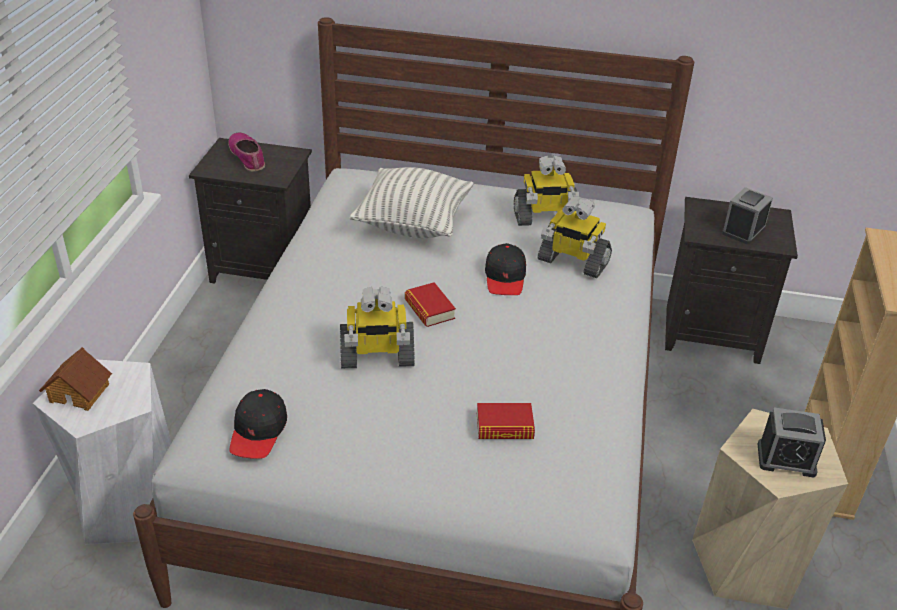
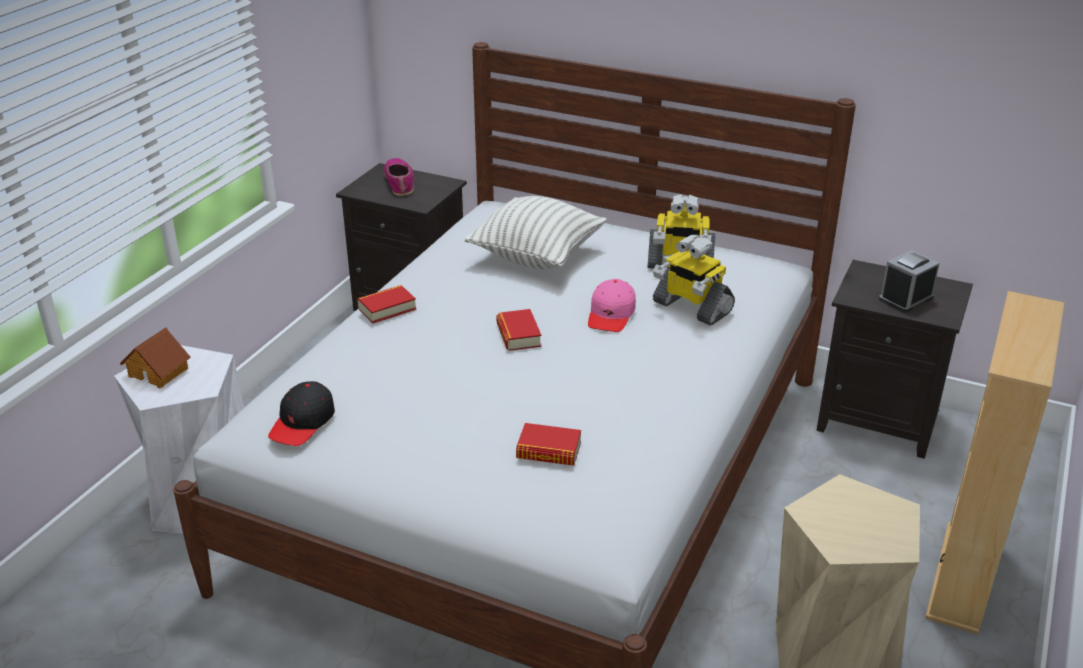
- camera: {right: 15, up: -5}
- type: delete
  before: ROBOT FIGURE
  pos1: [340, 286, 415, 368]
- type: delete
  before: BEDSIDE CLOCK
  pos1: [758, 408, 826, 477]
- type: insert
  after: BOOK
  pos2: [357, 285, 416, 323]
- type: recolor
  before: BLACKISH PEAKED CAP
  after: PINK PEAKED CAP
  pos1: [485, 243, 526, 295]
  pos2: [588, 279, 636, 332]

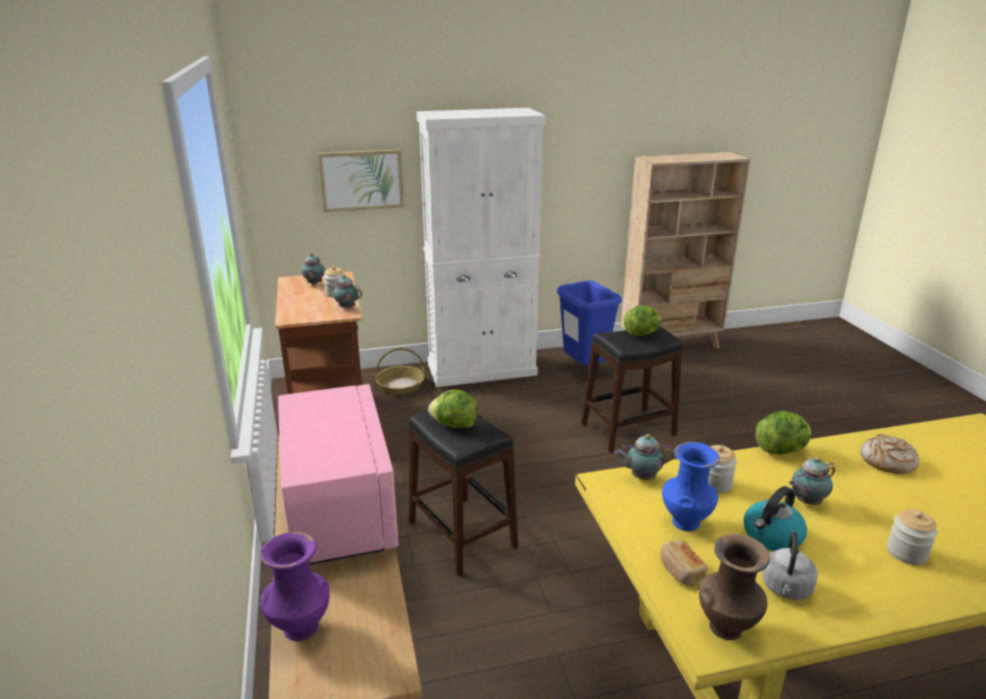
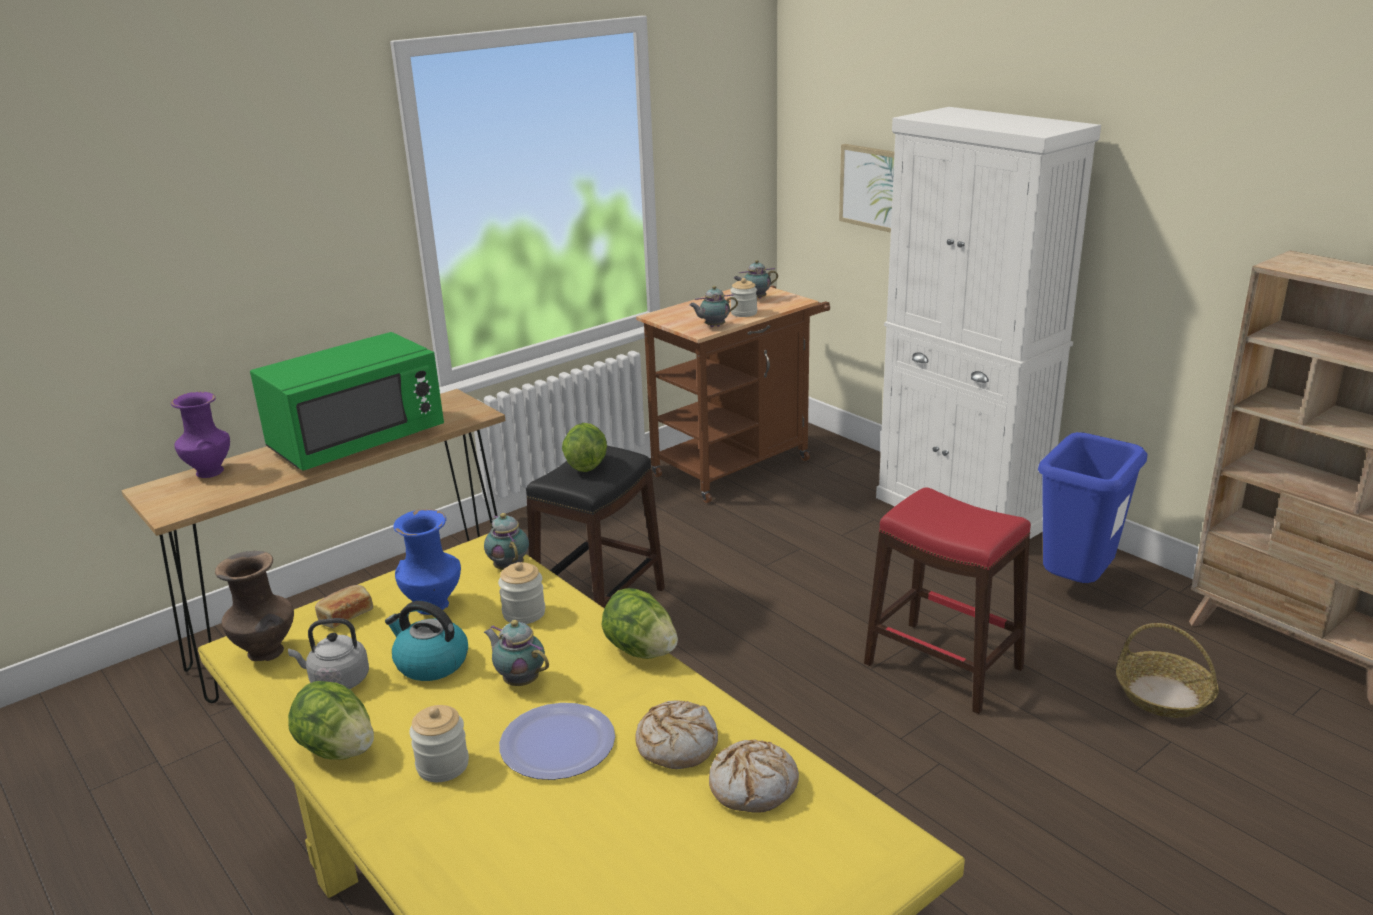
- camera: {right: 65, up: 0}
- type: insert
  after: PLATE
  pos2: [499, 703, 615, 780]
- type: insert
  after: BAKERY BREAD
  pos2: [709, 740, 799, 813]
- type: move
  before: BASKET
  pos1: [375, 348, 425, 395]
  pos2: [1116, 623, 1219, 718]
- type: move
  before: LETTUCE
  pos1: [624, 305, 661, 336]
  pos2: [288, 681, 374, 760]
- type: recolor
  before: PINK MICROWAVE OVEN
  after: GREEN-COLOURED MICROWAVE OVEN
  pos1: [278, 384, 399, 565]
  pos2: [250, 332, 444, 470]
- type: recolor
  before: BLACKISH STOOL SEAT
  after: REDDISH STOOL SEAT
  pos1: [581, 326, 683, 452]
  pos2: [864, 487, 1031, 714]
- type: rotate
  before: TEAPOT
  pos1: [327, 275, 362, 309]
  pos2: [689, 286, 738, 327]
  turn: -105

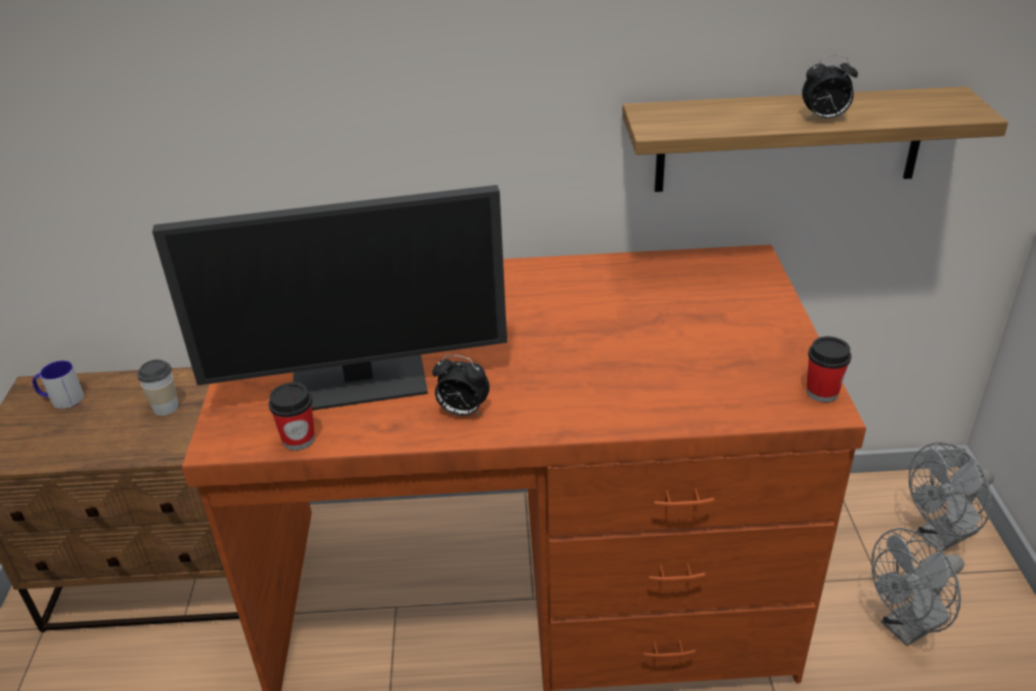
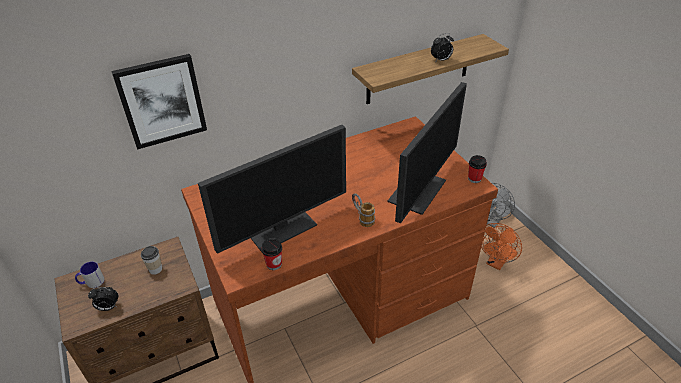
- camera: {right: -25, up: 5}
- type: insert
  after: WALL ART
  pos2: [111, 54, 207, 150]
- type: insert
  after: COFFEE MUG
  pos2: [352, 193, 375, 227]
- type: insert
  after: MONITOR
  pos2: [387, 82, 467, 224]
- type: move
  before: BEDSIDE CLOCK
  pos1: [432, 355, 490, 416]
  pos2: [88, 287, 118, 311]
- type: recolor
  before: GREY ELECTRIC FAN
  after: ORANGE ELECTRIC FAN
  pos1: [871, 528, 964, 646]
  pos2: [481, 223, 522, 270]

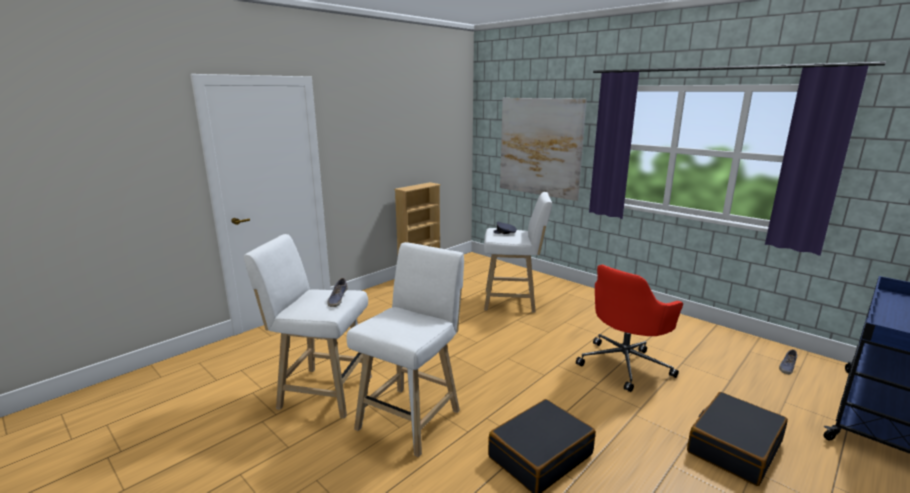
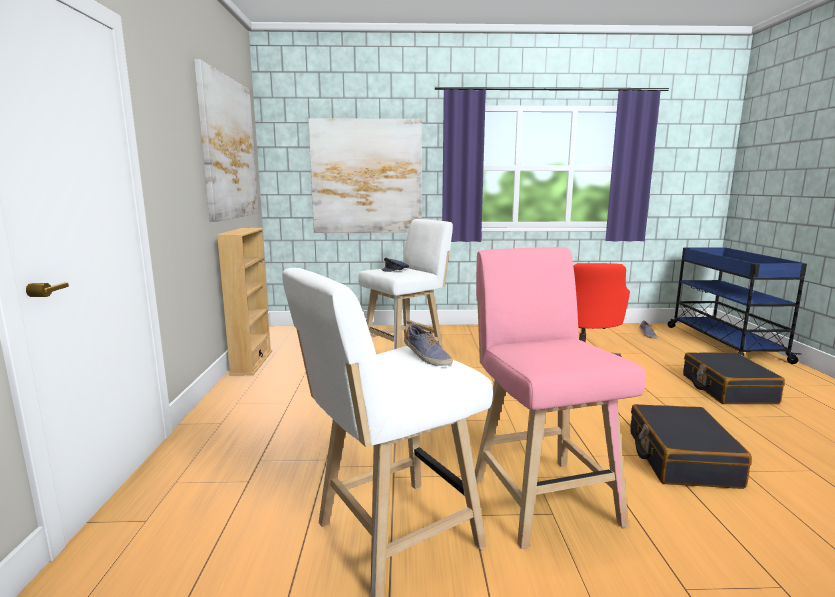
- camera: {right: -45, up: -5}
- type: insert
  after: WALL ART
  pos2: [194, 59, 259, 222]
- type: recolor
  before: WHITISH STOOL SEAT
  after: PINK STOOL SEAT
  pos1: [347, 242, 464, 457]
  pos2: [475, 247, 646, 549]

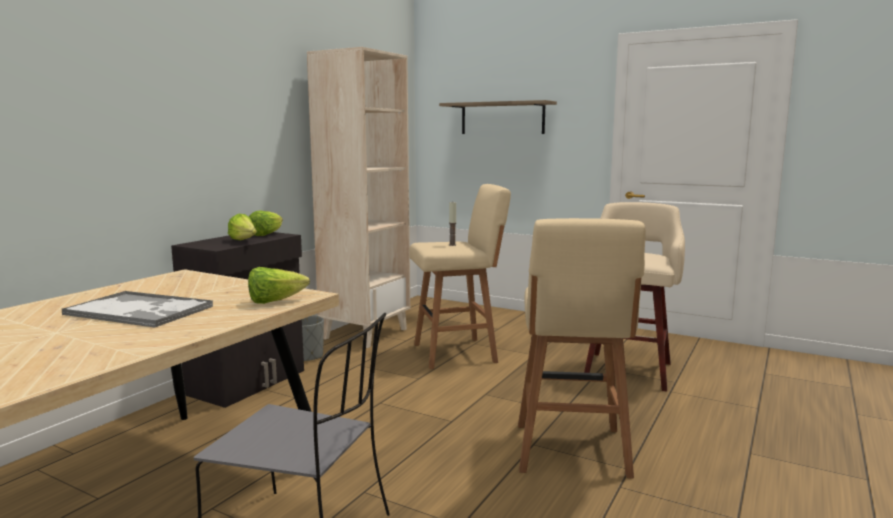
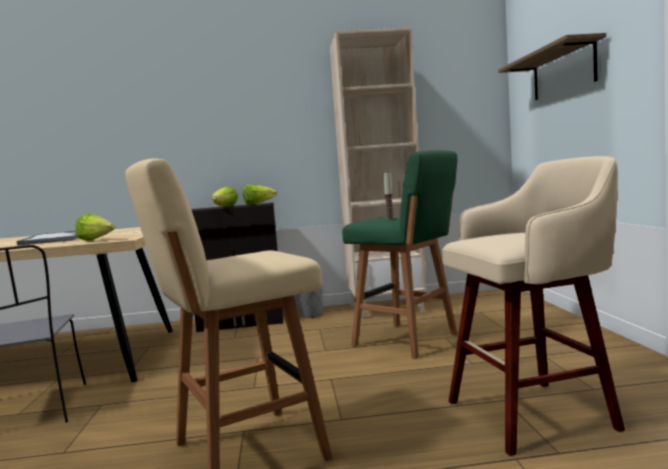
- camera: {right: 55, up: -5}
- type: recolor
  before: BEIGE STOOL SEAT
  after: GREEN-COLOURED STOOL SEAT
  pos1: [409, 184, 511, 369]
  pos2: [342, 150, 458, 359]

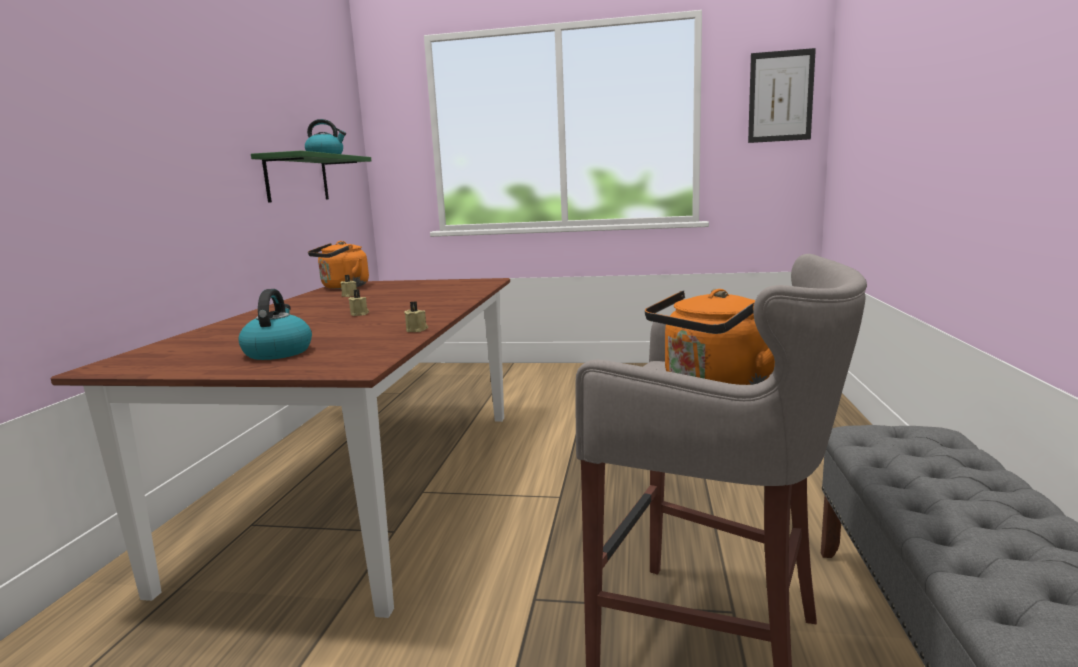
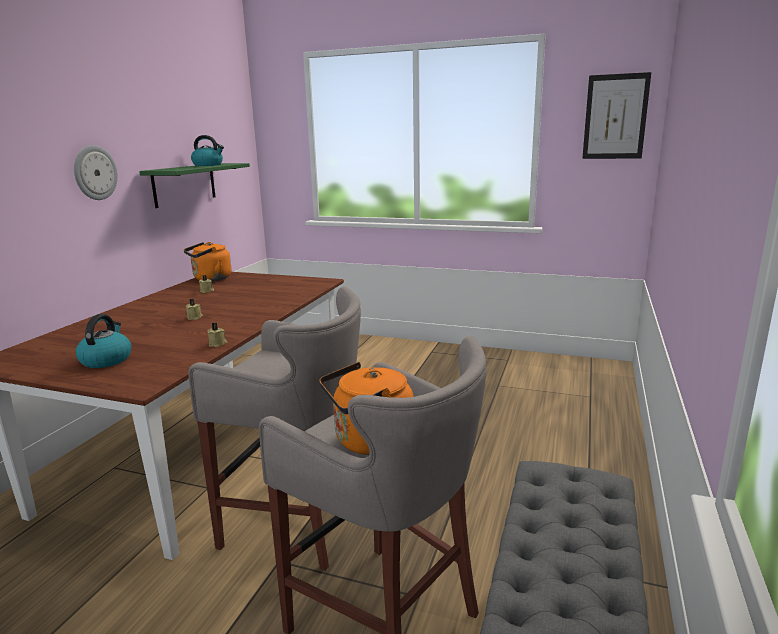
- camera: {right: 10, up: 5}
- type: insert
  after: HANGING CLOCK
  pos2: [74, 145, 118, 200]
- type: insert
  after: GREY STOOL SEAT
  pos2: [188, 286, 361, 571]

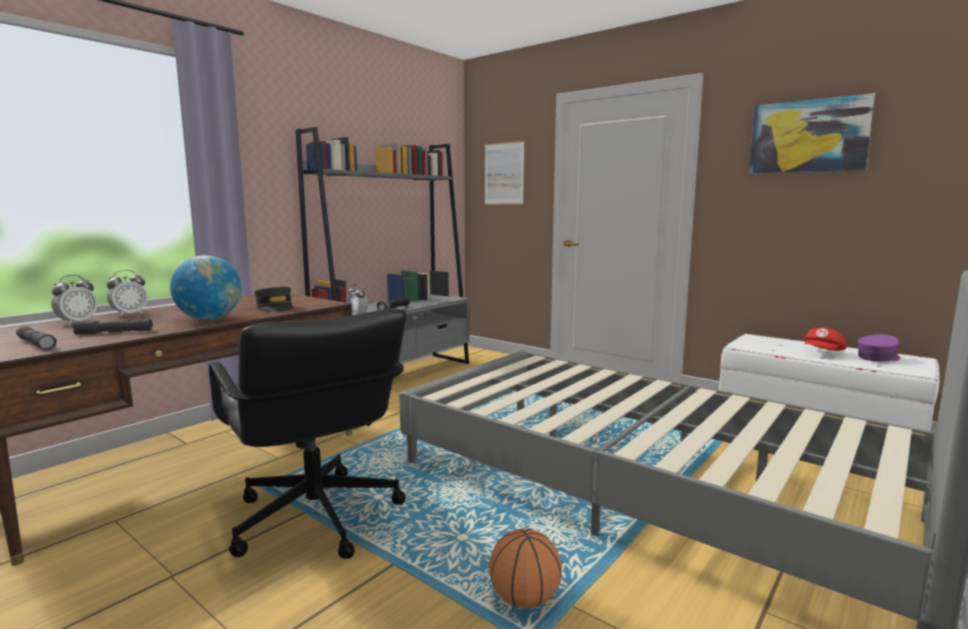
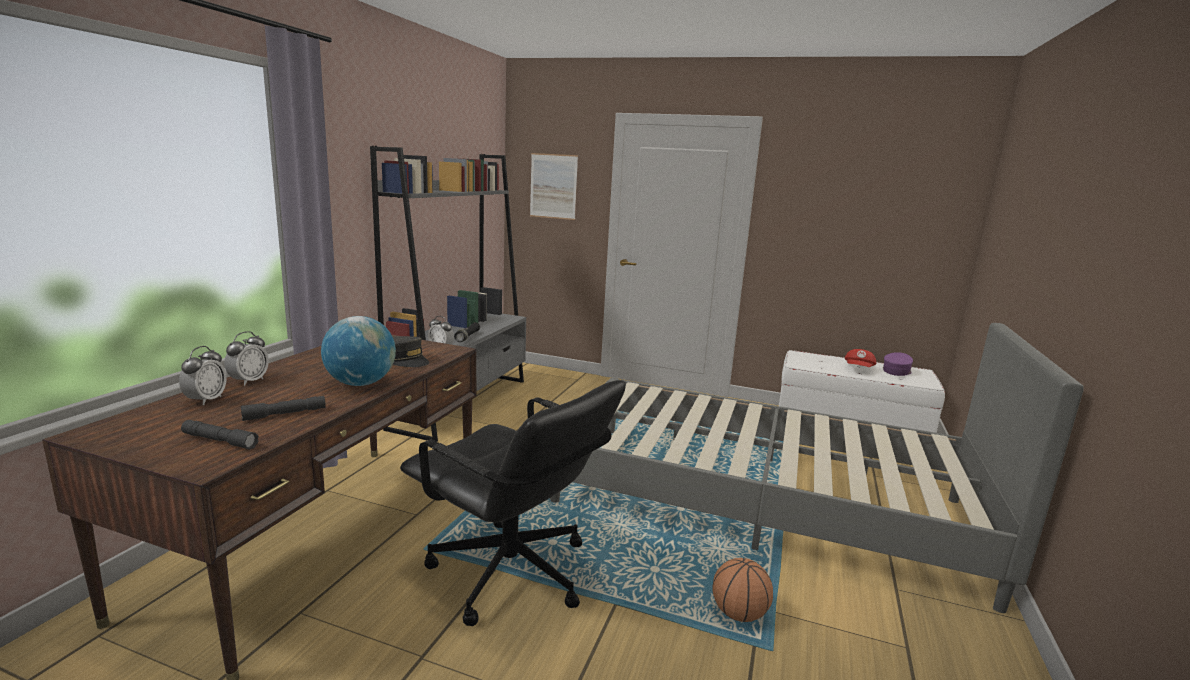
- camera: {right: -20, up: 5}
- type: delete
  before: WALL ART
  pos1: [749, 93, 876, 174]

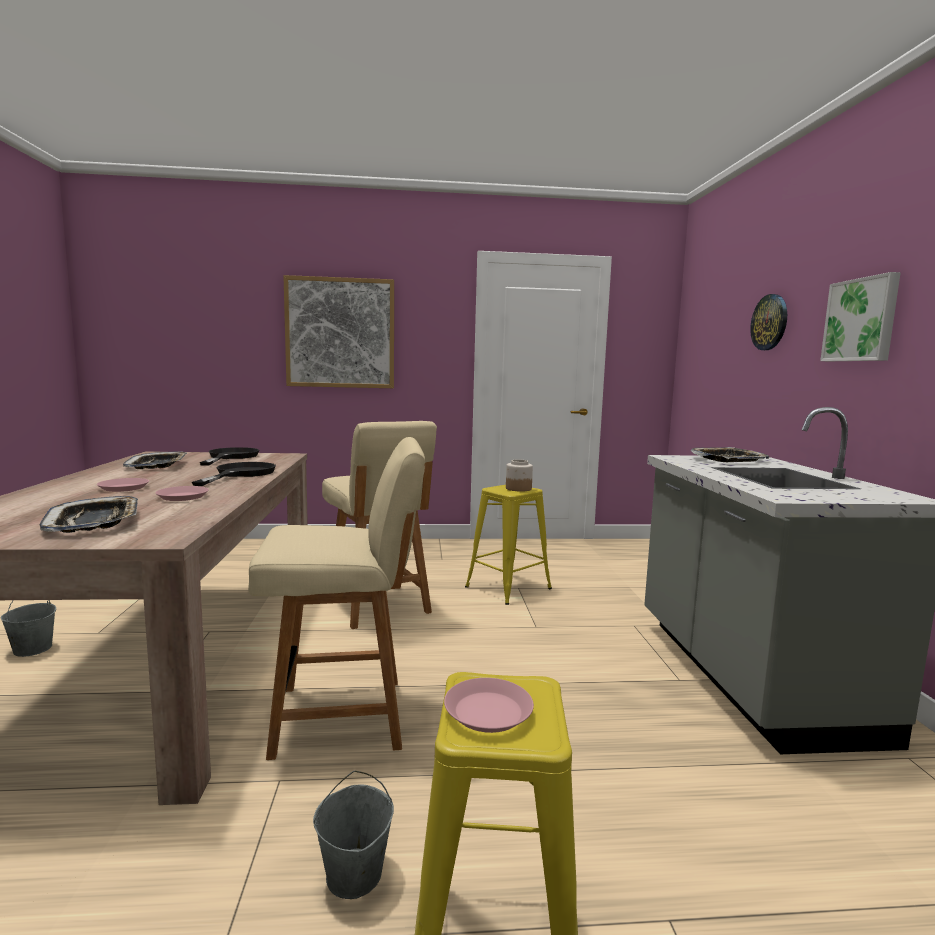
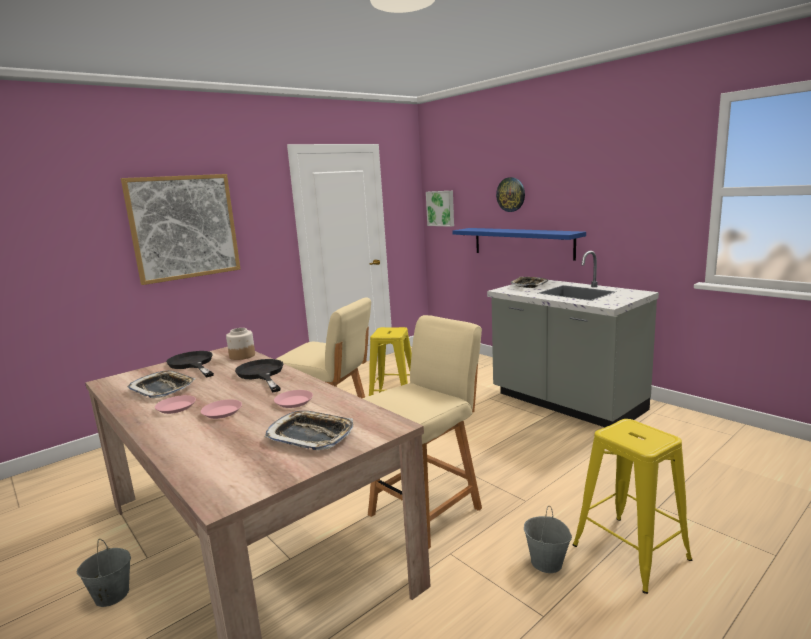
- camera: {right: -35, up: 5}
- type: insert
  after: BLUISH SHELF
  pos2: [452, 228, 586, 261]
- type: move
  before: PINK PLATE
  pos1: [444, 678, 534, 733]
  pos2: [155, 395, 196, 414]
- type: move
  before: PRESERVE JAR
  pos1: [506, 459, 533, 492]
  pos2: [226, 328, 255, 360]
- type: move
  before: WALL ART
  pos1: [820, 272, 901, 361]
  pos2: [426, 191, 454, 227]

